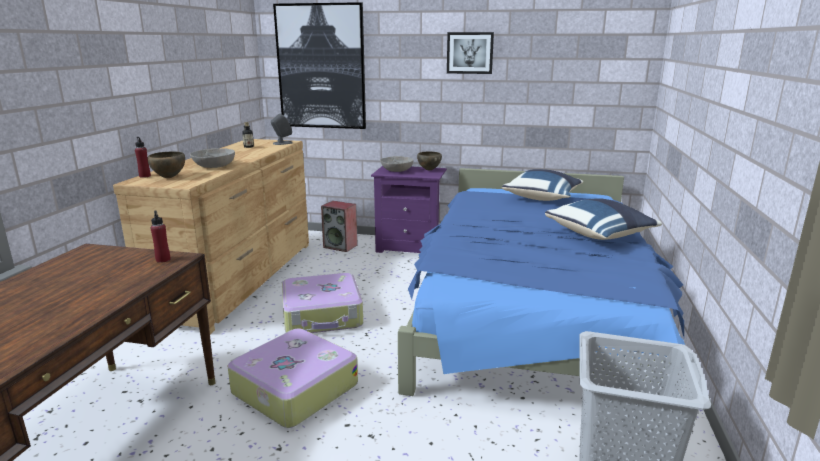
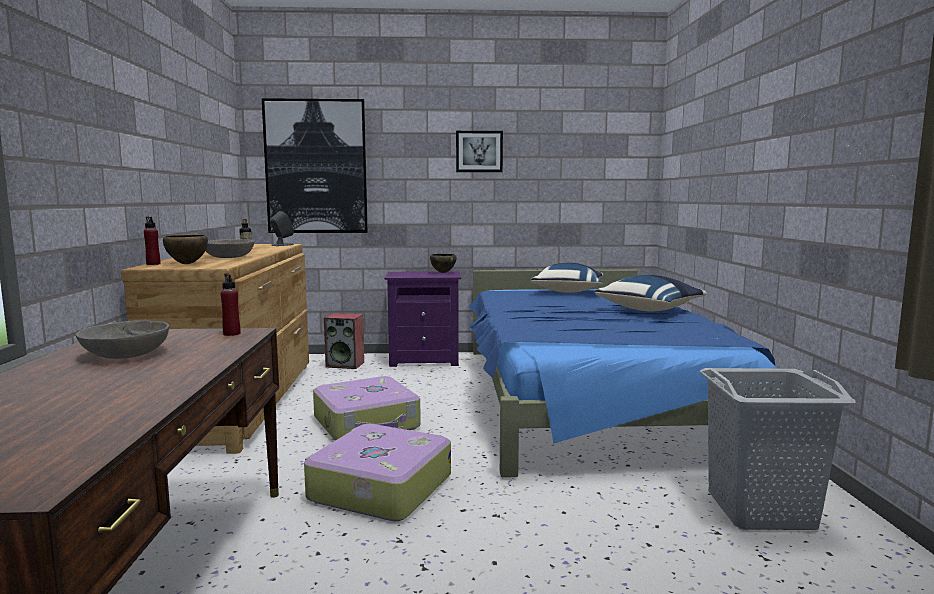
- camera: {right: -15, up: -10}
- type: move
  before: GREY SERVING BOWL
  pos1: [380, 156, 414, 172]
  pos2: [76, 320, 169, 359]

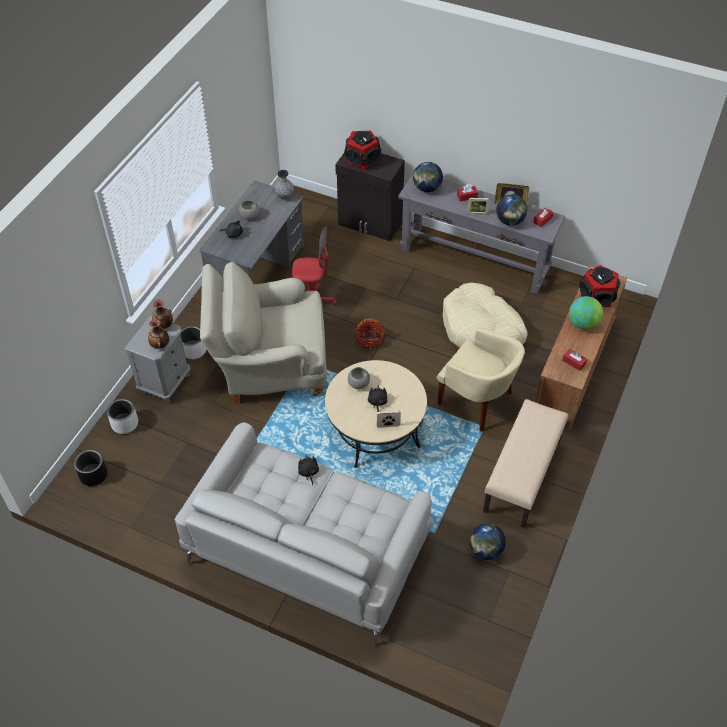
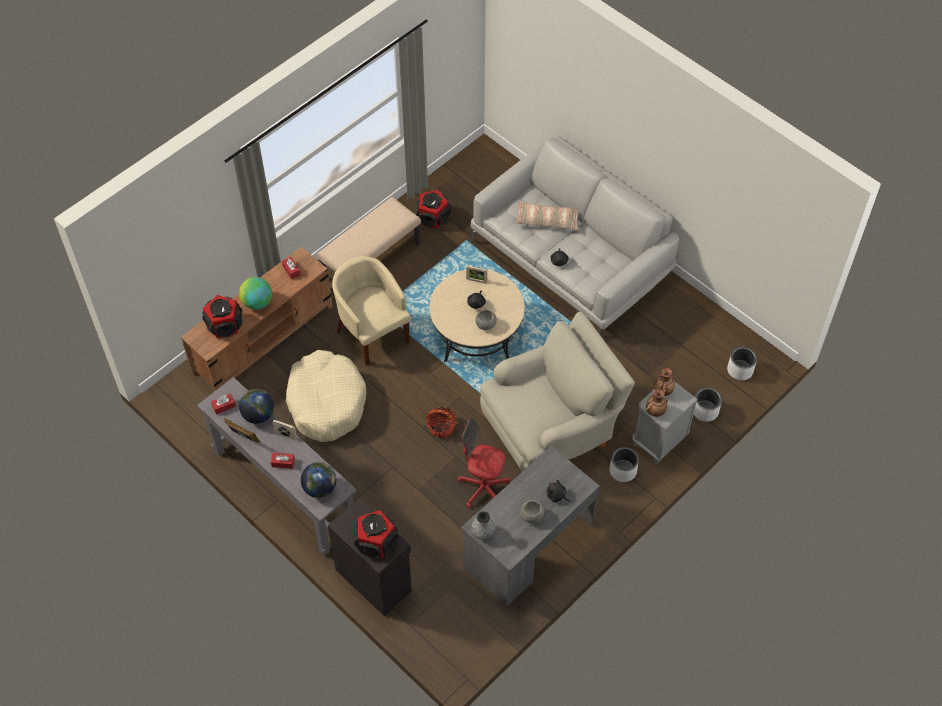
- camera: {right: -160, up: 5}
- type: insert
  after: CUSHION
  pos2: [514, 201, 580, 230]
- type: replace
  before: GLOBE
  after: LOUDSPEAKER
  pos1: [470, 523, 506, 560]
  pos2: [416, 190, 451, 229]
- type: recolor
  before: BLACKISH PLANT POT
  after: WHITISH PLANT POT
  pos1: [74, 449, 108, 486]
  pos2: [727, 347, 757, 380]
- type: rotate
  before: BEIGE EASY CHAIR
  pos1: [200, 262, 327, 404]
  pos2: [480, 312, 635, 472]
  turn: -45

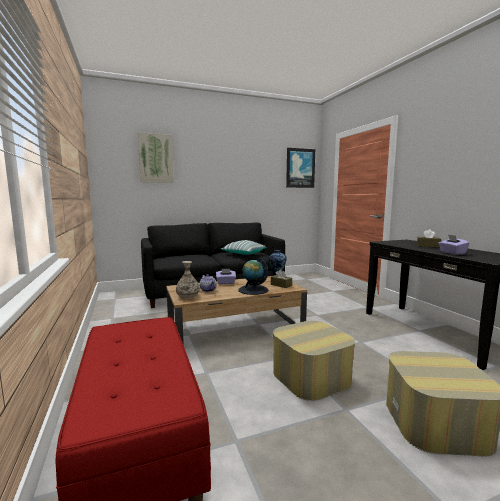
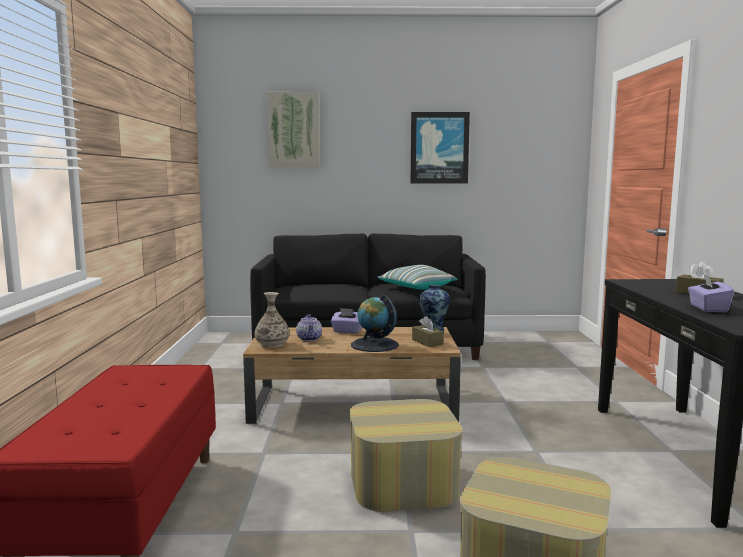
- camera: {right: 20, up: 0}
- type: move
  before: WALL ART
  pos1: [286, 148, 315, 188]
  pos2: [411, 112, 470, 184]

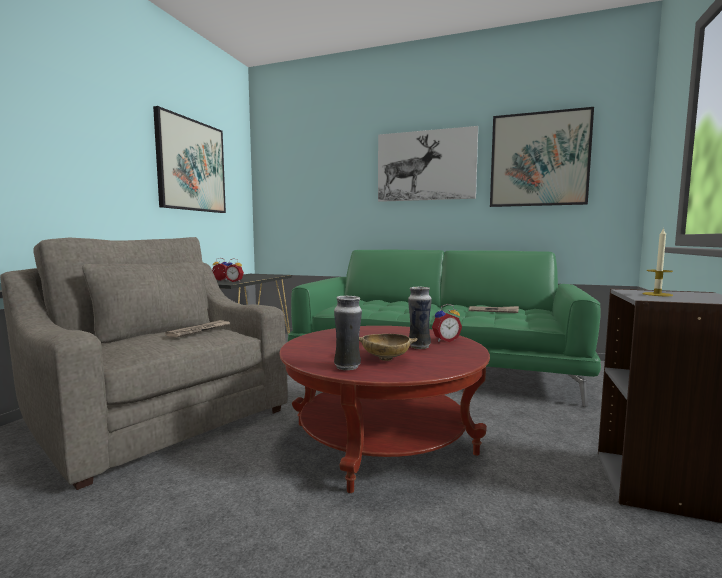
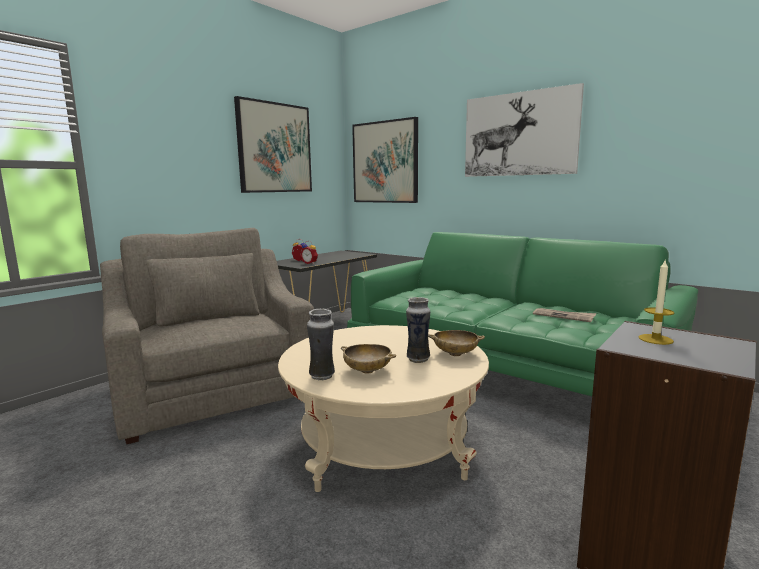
- camera: {right: 20, up: 5}
- type: delete
  before: PRINTED PAPER
  pos1: [165, 320, 230, 338]
- type: move
  before: WALL ART
  pos1: [490, 107, 594, 207]
  pos2: [352, 117, 418, 203]
- type: replace
  before: BEDSIDE CLOCK
  after: BEIGE SERVING BOWL
  pos1: [432, 304, 462, 342]
  pos2: [428, 330, 485, 356]
- type: recolor
  before: REDDISH LOW TABLE
  after: BEIGE LOW TABLE
  pos1: [279, 326, 490, 493]
  pos2: [278, 325, 489, 492]

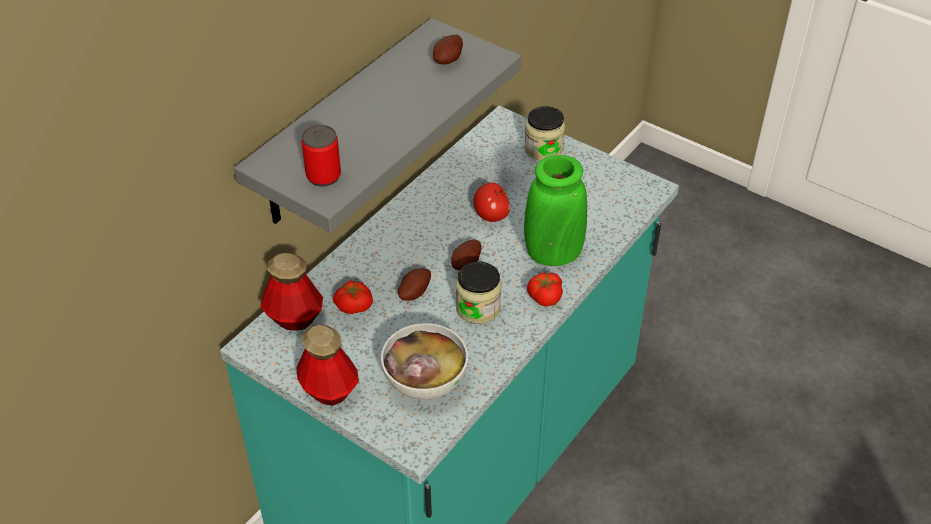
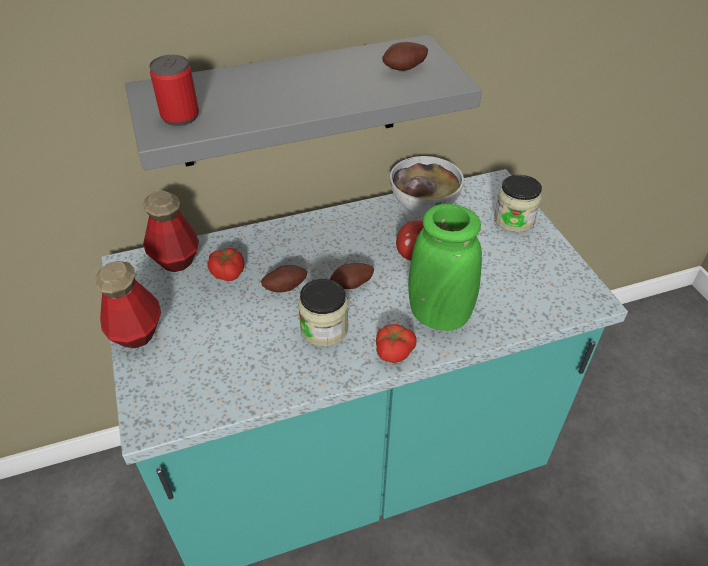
- camera: {right: 35, up: 0}
- type: move
  before: SERVING BOWL
  pos1: [381, 323, 468, 400]
  pos2: [390, 156, 464, 214]

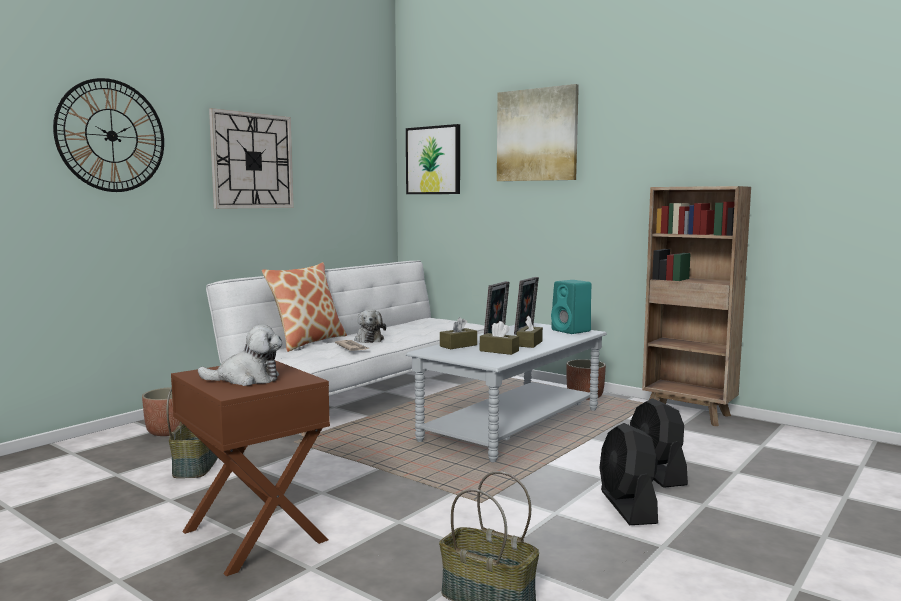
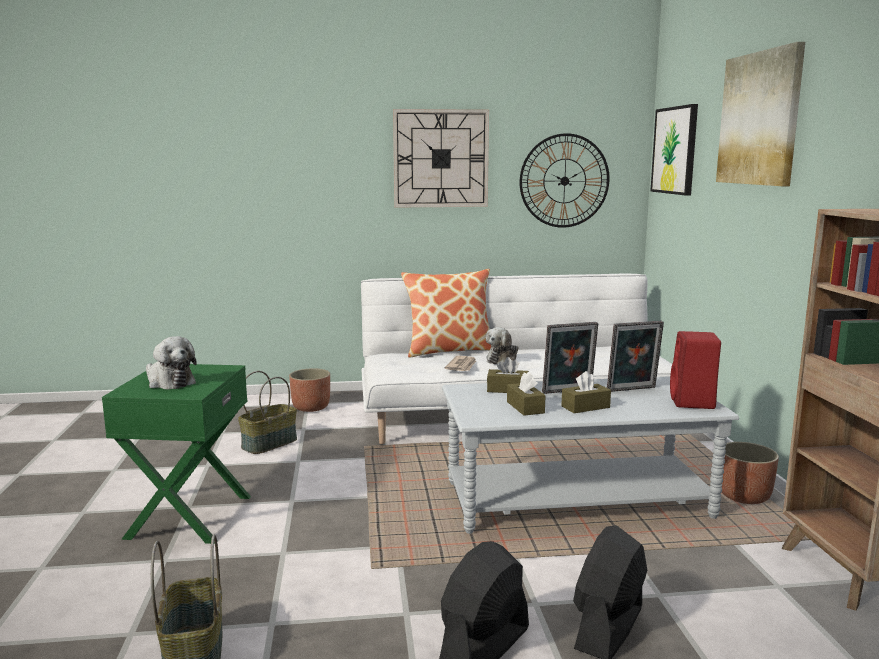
- camera: {right: 45, up: 5}
- type: move
  before: HANGING CLOCK
  pos1: [53, 78, 164, 192]
  pos2: [519, 133, 609, 228]
- type: recolor
  before: BROWNISH END TABLE
  after: GREEN-COLOURED END TABLE
  pos1: [171, 360, 330, 576]
  pos2: [102, 364, 251, 544]
- type: recolor
  before: BLUE-GREEN LOUDSPEAKER
  after: REDDISH LOUDSPEAKER
  pos1: [551, 280, 591, 334]
  pos2: [670, 331, 721, 409]

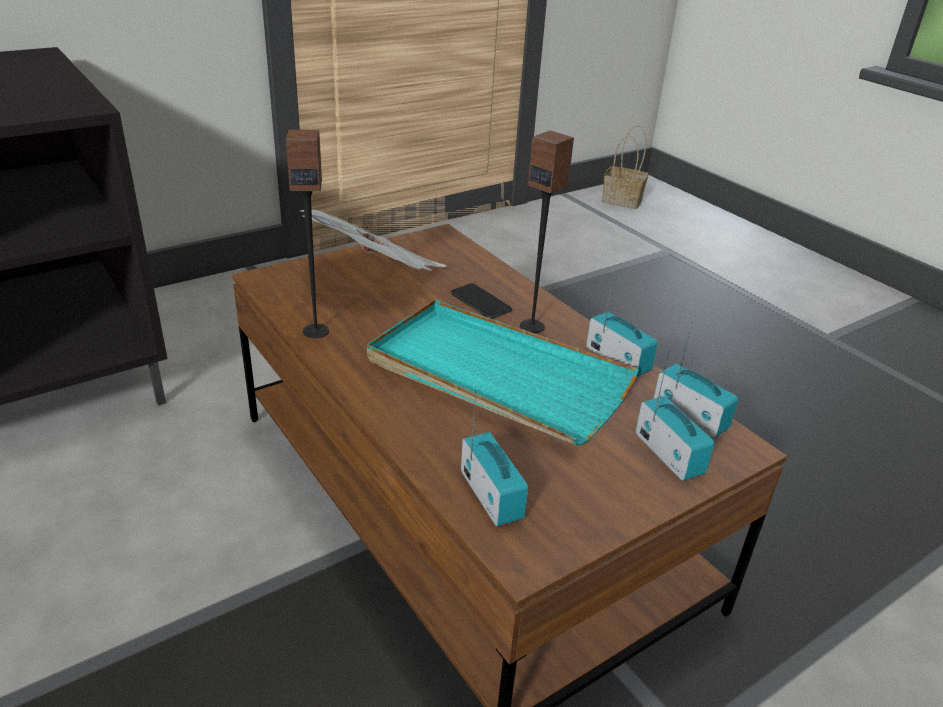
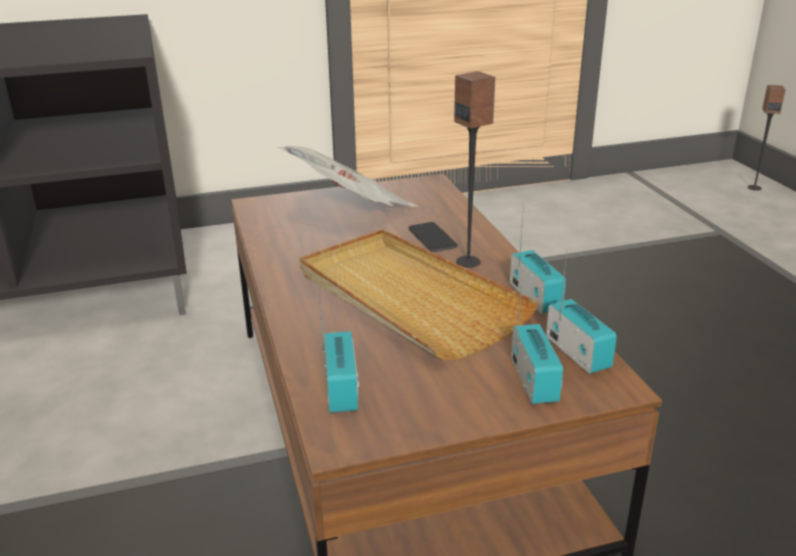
- camera: {right: 20, up: -5}
- type: delete
  before: BASKET
  pos1: [602, 125, 648, 209]
- type: move
  before: LOUDSPEAKER
  pos1: [286, 129, 329, 338]
  pos2: [747, 85, 786, 191]
- type: recolor
  before: BLUE-GREEN TRAY
  after: BEIGE TRAY
  pos1: [367, 300, 639, 446]
  pos2: [300, 229, 539, 360]

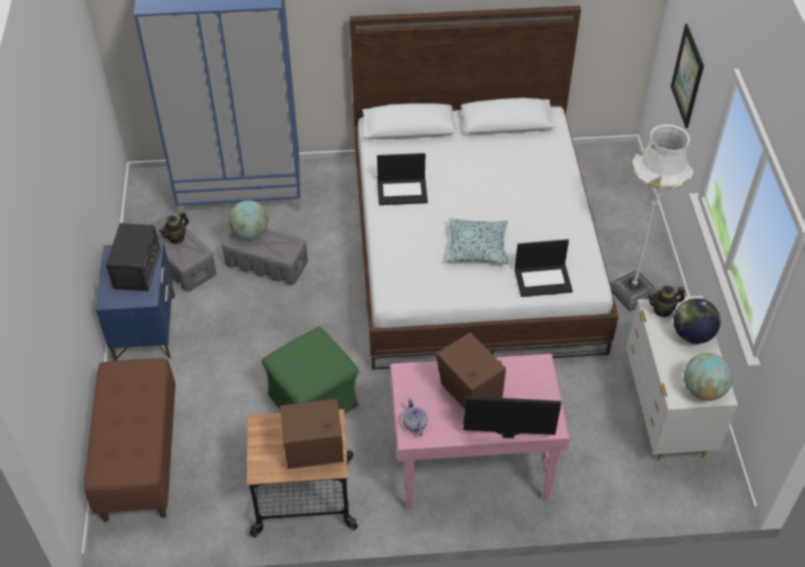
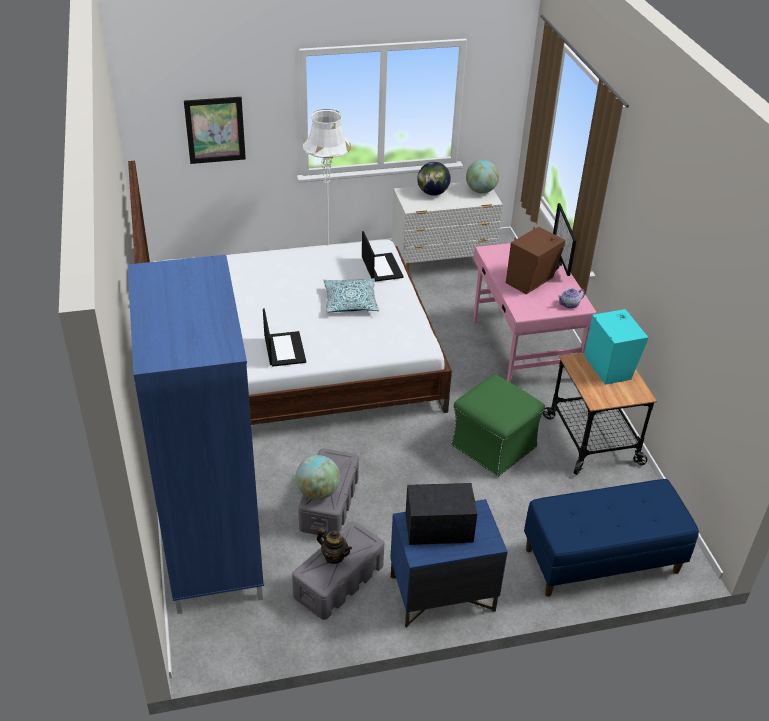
- camera: {right: -100, up: -10}
- type: delete
  before: TEAPOT
  pos1: [648, 286, 685, 317]
- type: recolor
  before: BROWNISH BENCH
  after: BLUISH BENCH
  pos1: [84, 358, 176, 522]
  pos2: [524, 479, 699, 597]
- type: recolor
  before: BROWNISH LOUDSPEAKER
  after: BLUE-GREEN LOUDSPEAKER
  pos1: [280, 398, 344, 469]
  pos2: [584, 309, 648, 385]

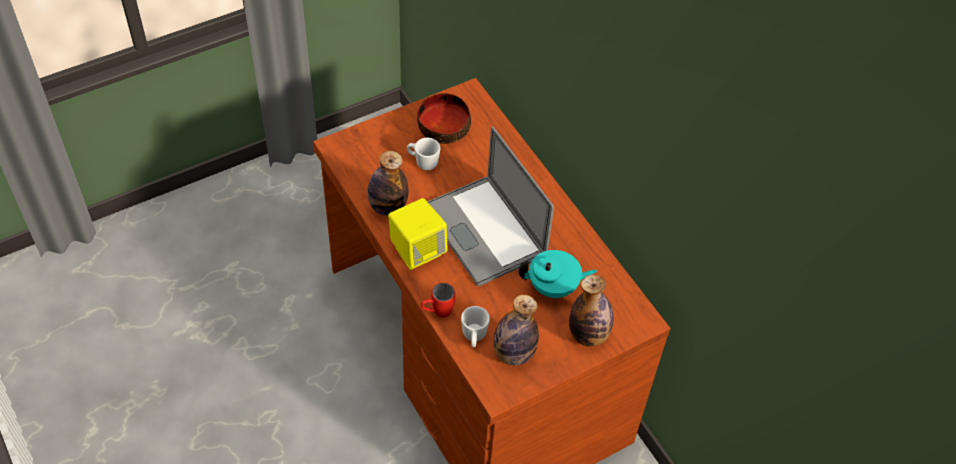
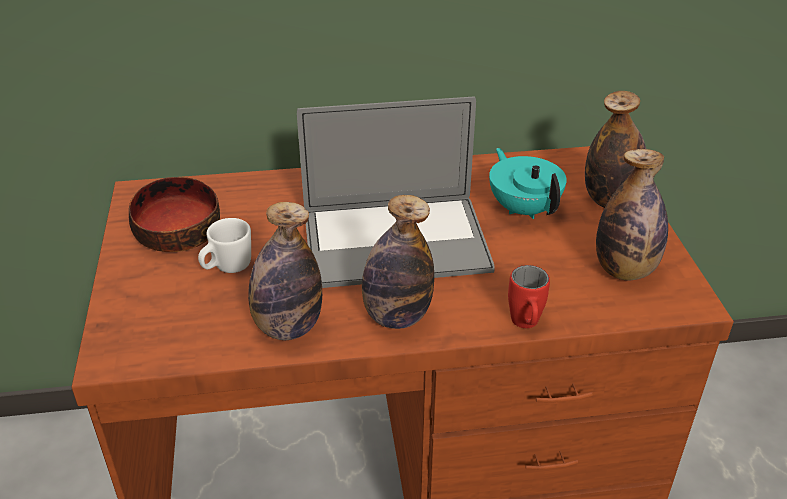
- camera: {right: -65, up: -15}
- type: delete
  before: WHITISH COFFEE MUG
  pos1: [461, 306, 490, 347]
- type: replace
  before: YELLOW-COLOURED LOUDSPEAKER
  after: BOTTLE
  pos1: [388, 198, 448, 270]
  pos2: [362, 195, 434, 329]
- type: rotate
  before: BLUE-GREEN TEAPOT
  pos1: [519, 250, 597, 299]
  pos2: [489, 148, 567, 219]
  turn: -45

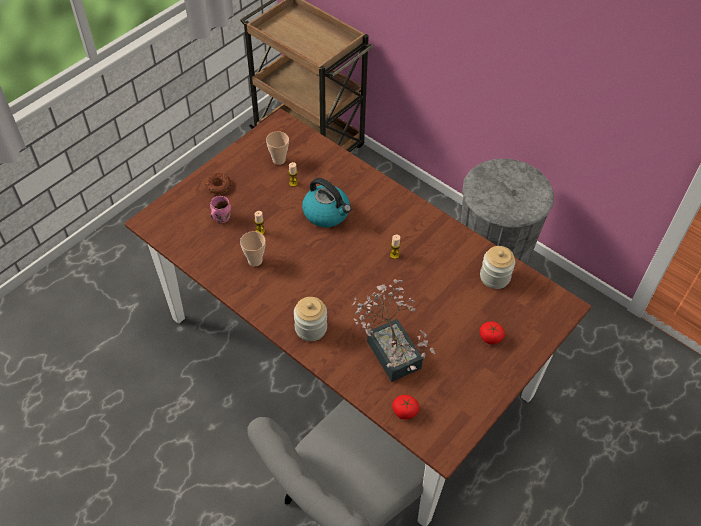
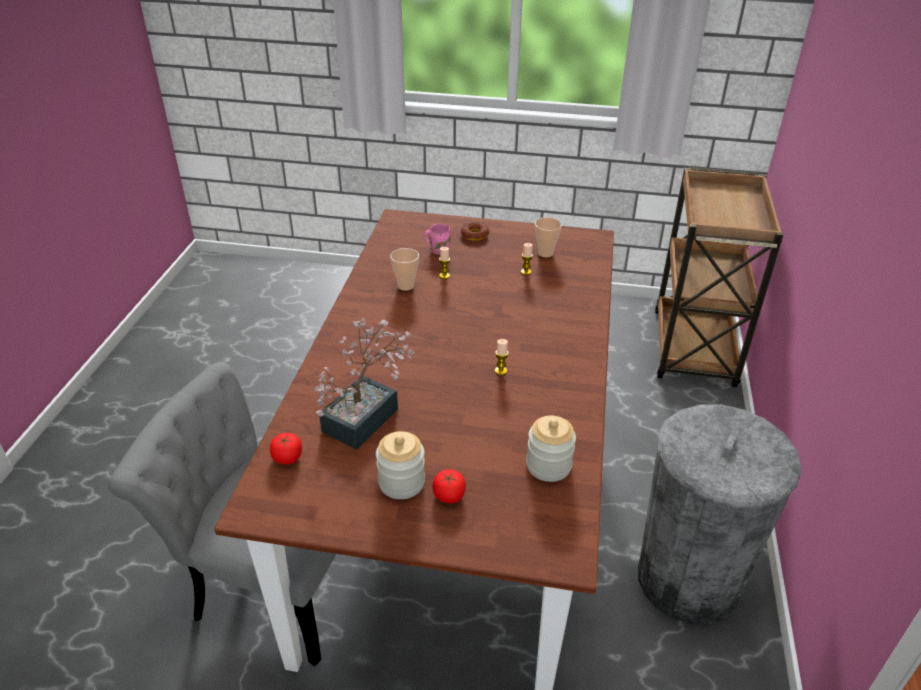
- camera: {right: 60, up: -15}
- type: delete
  before: TEA KETTLE
  pos1: [302, 178, 351, 227]
- type: move
  before: PRESERVE JAR
  pos1: [294, 297, 327, 341]
  pos2: [376, 431, 425, 499]

